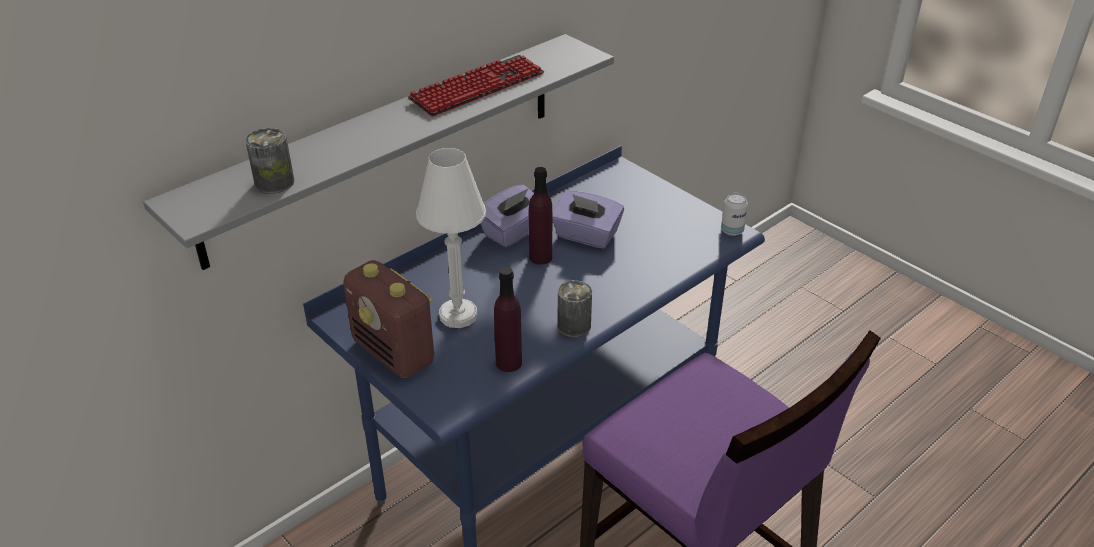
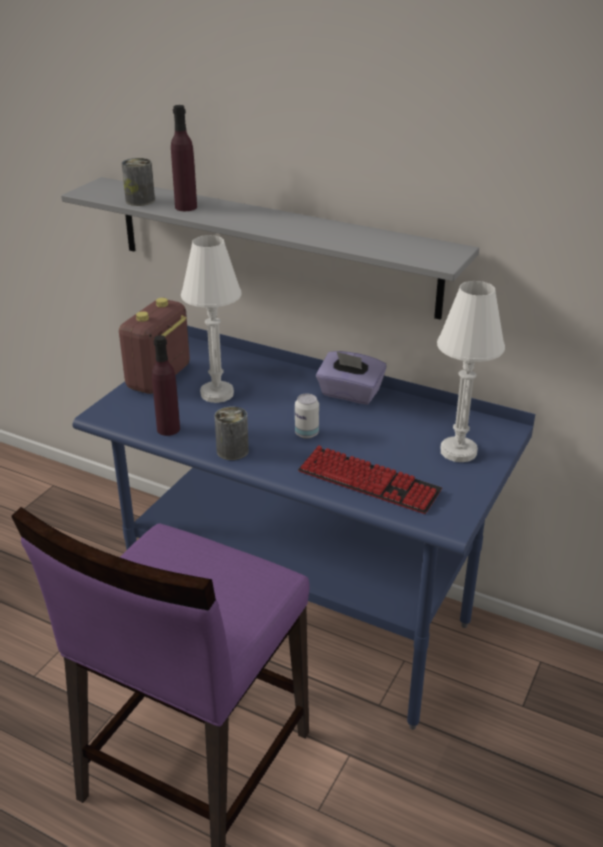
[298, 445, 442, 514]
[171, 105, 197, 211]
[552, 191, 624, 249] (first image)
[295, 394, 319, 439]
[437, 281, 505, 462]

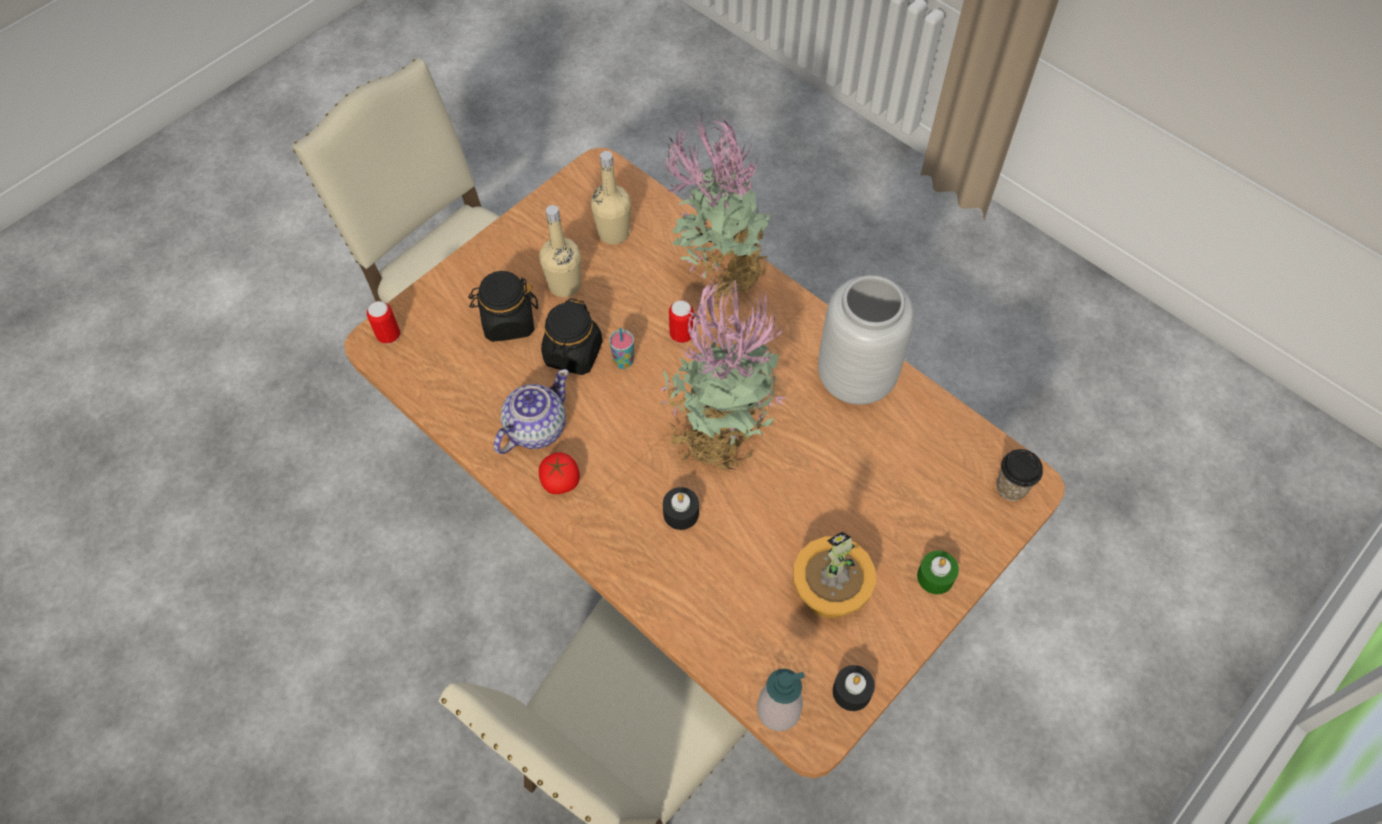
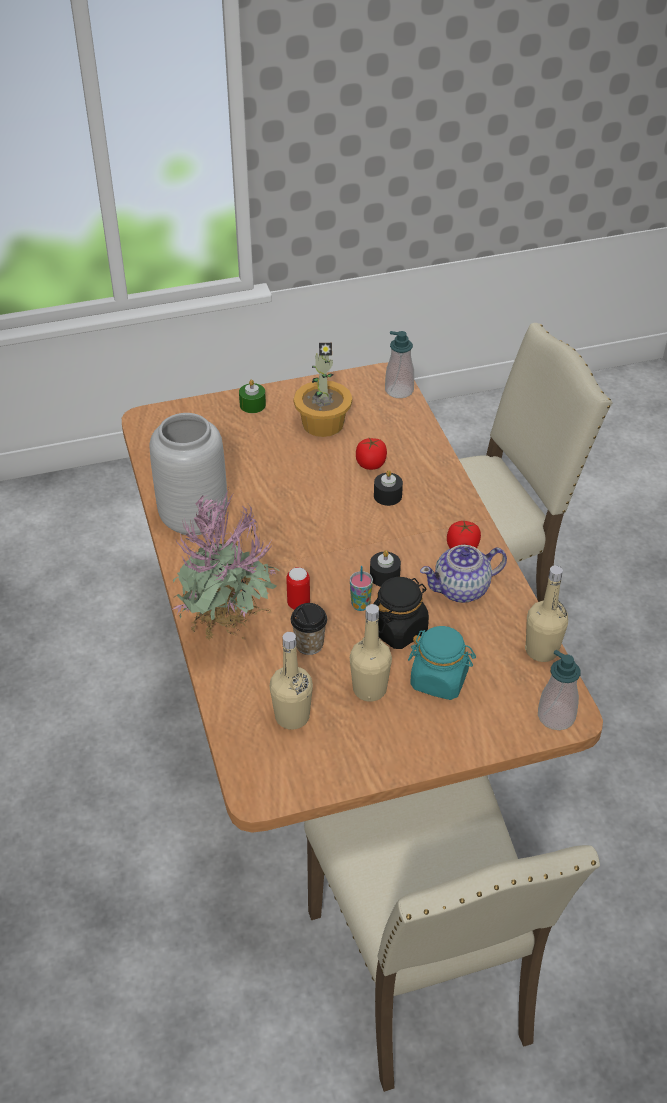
[538, 650, 580, 730]
[408, 626, 476, 700]
[660, 276, 787, 472] (first image)
[370, 550, 401, 587]
[291, 603, 327, 655]
[356, 438, 387, 470]
[525, 565, 568, 662]

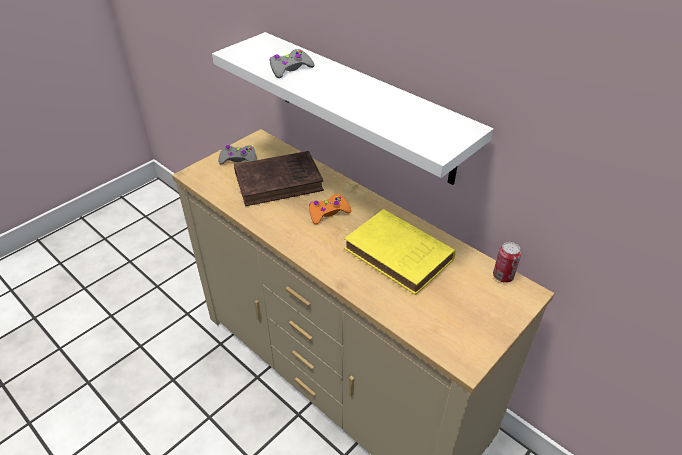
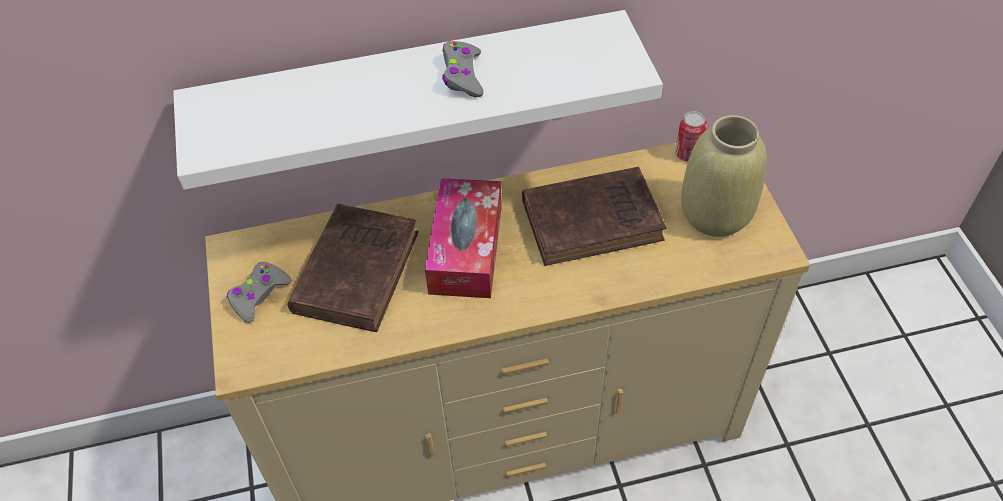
[442, 41, 484, 97]
[425, 178, 502, 298]
[522, 167, 666, 266]
[681, 115, 767, 237]

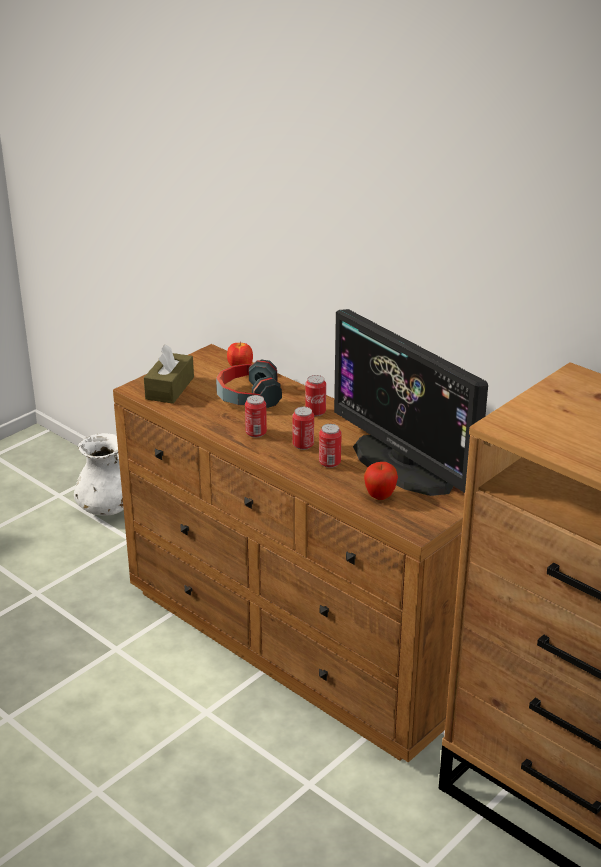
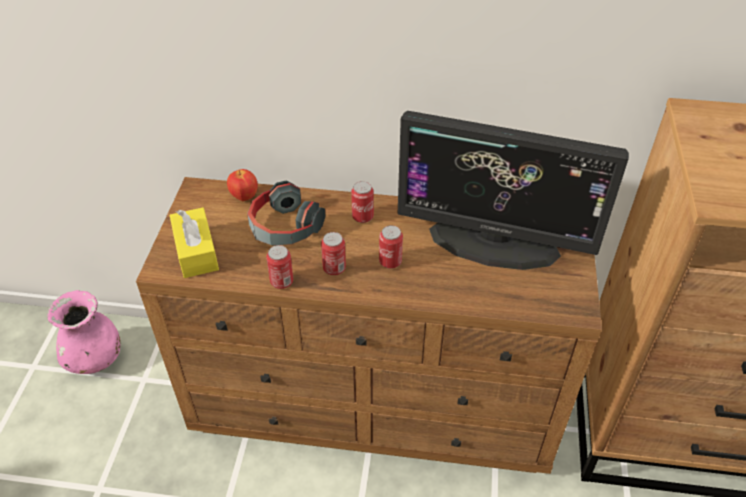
[47, 290, 121, 374]
[170, 207, 219, 278]
[266, 245, 293, 289]
[364, 462, 398, 500] (first image)

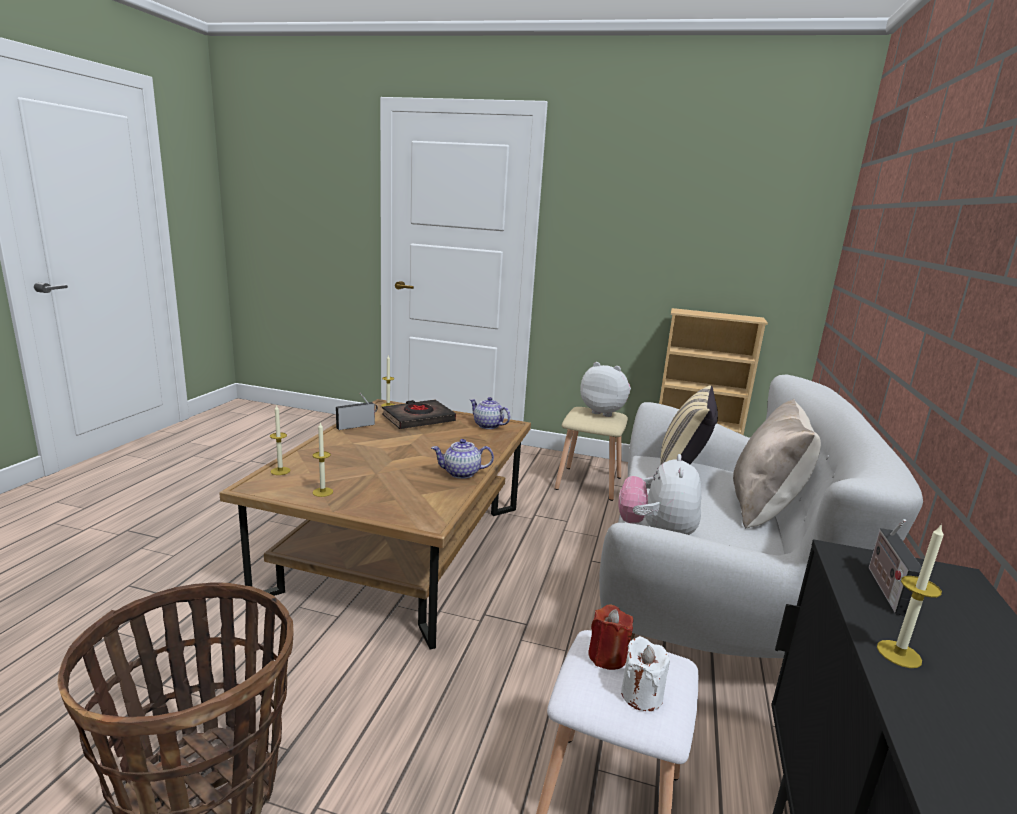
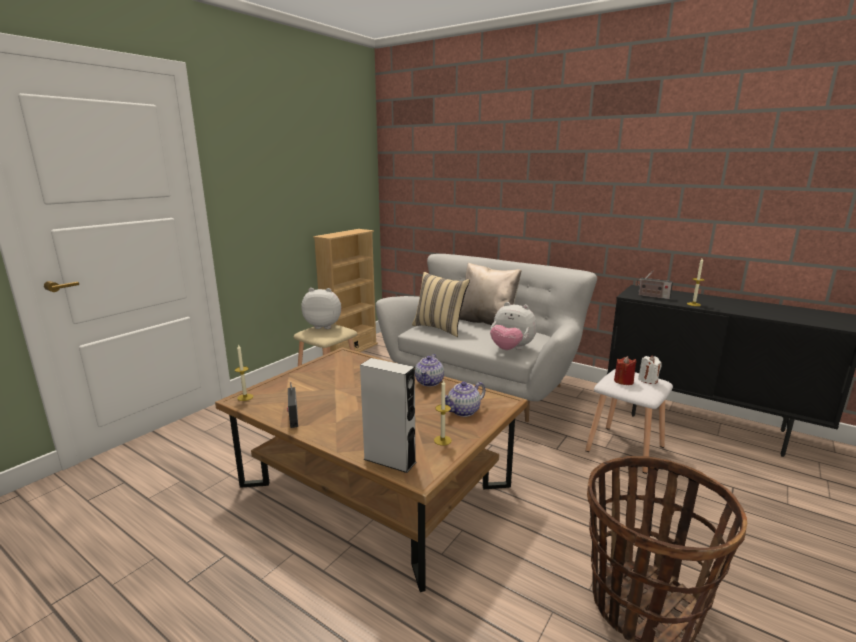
[360, 358, 416, 473]
[382, 399, 456, 429] (first image)
[445, 382, 485, 417]
[301, 288, 341, 329]

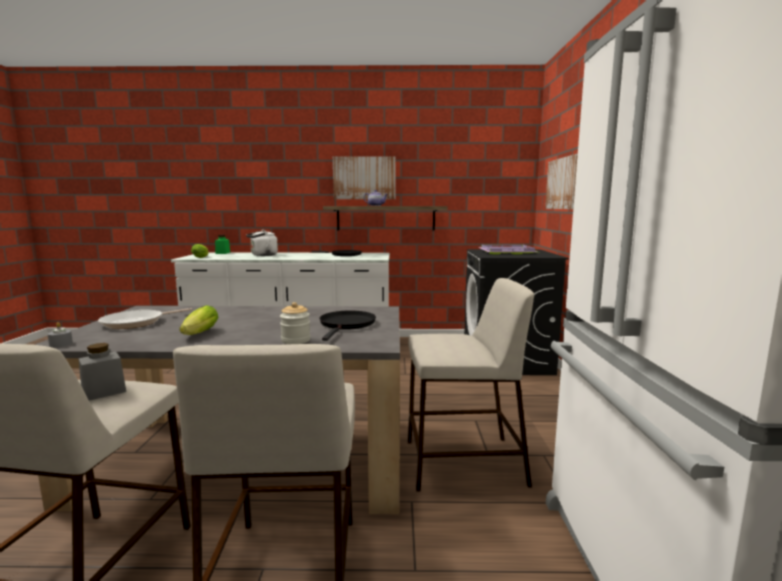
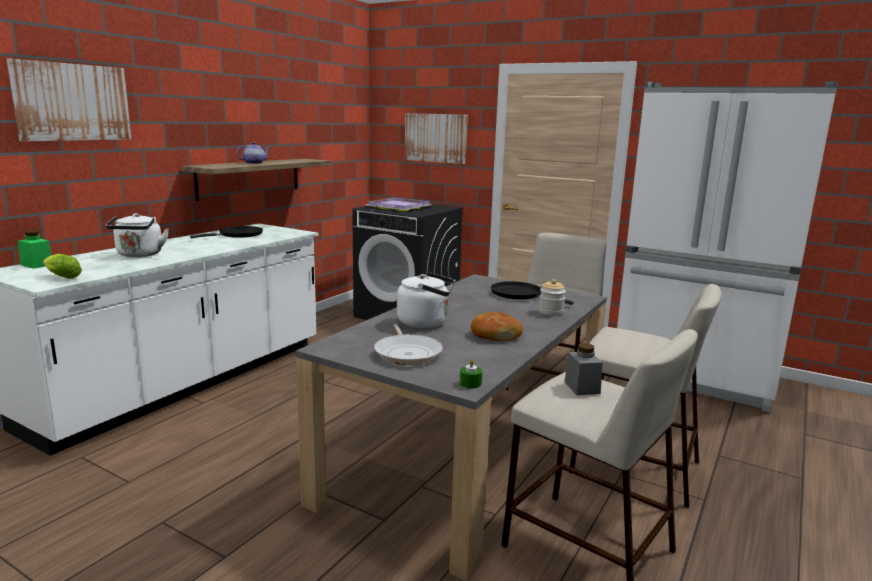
[460, 359, 482, 389]
[471, 312, 523, 341]
[7, 58, 131, 141]
[397, 272, 455, 328]

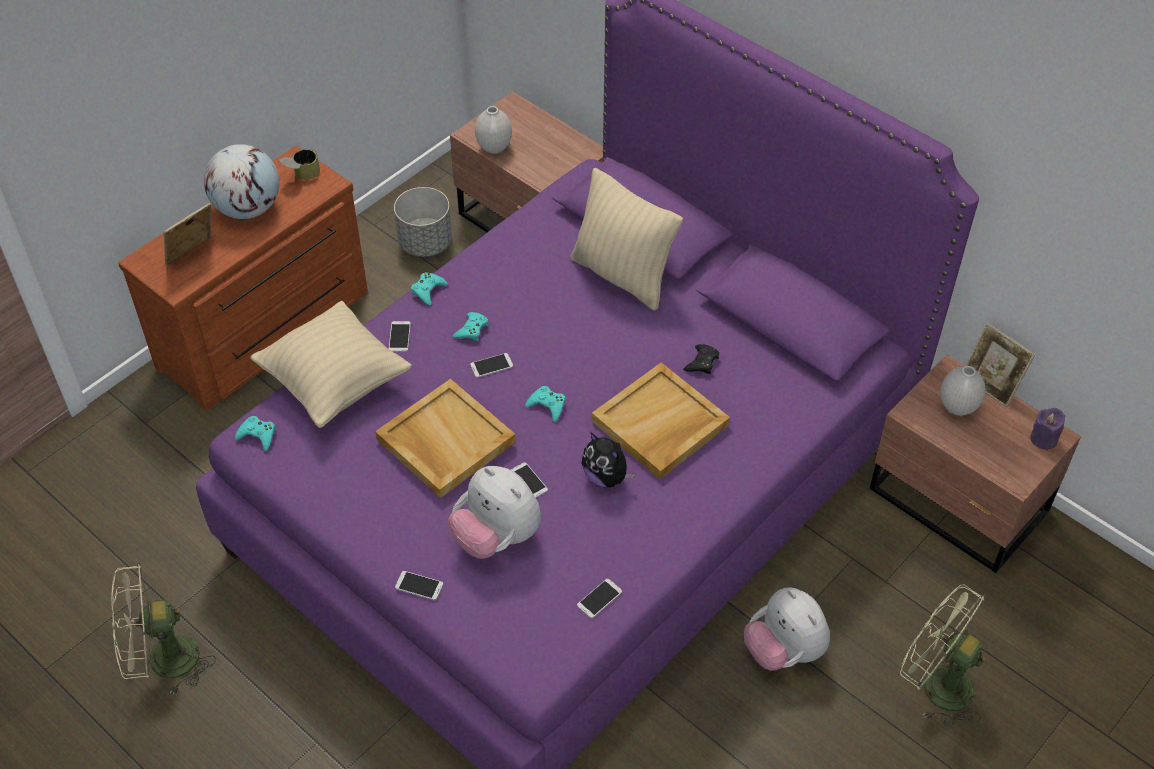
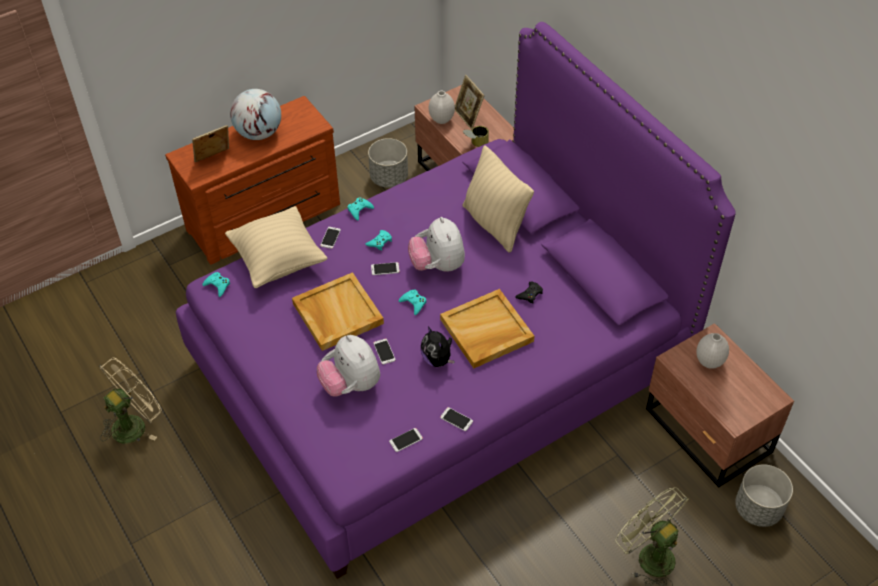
[99, 358, 161, 444]
[463, 126, 489, 147]
[440, 407, 473, 431]
[408, 217, 465, 272]
[455, 75, 485, 130]
[1030, 408, 1065, 450] (first image)
[735, 465, 793, 527]

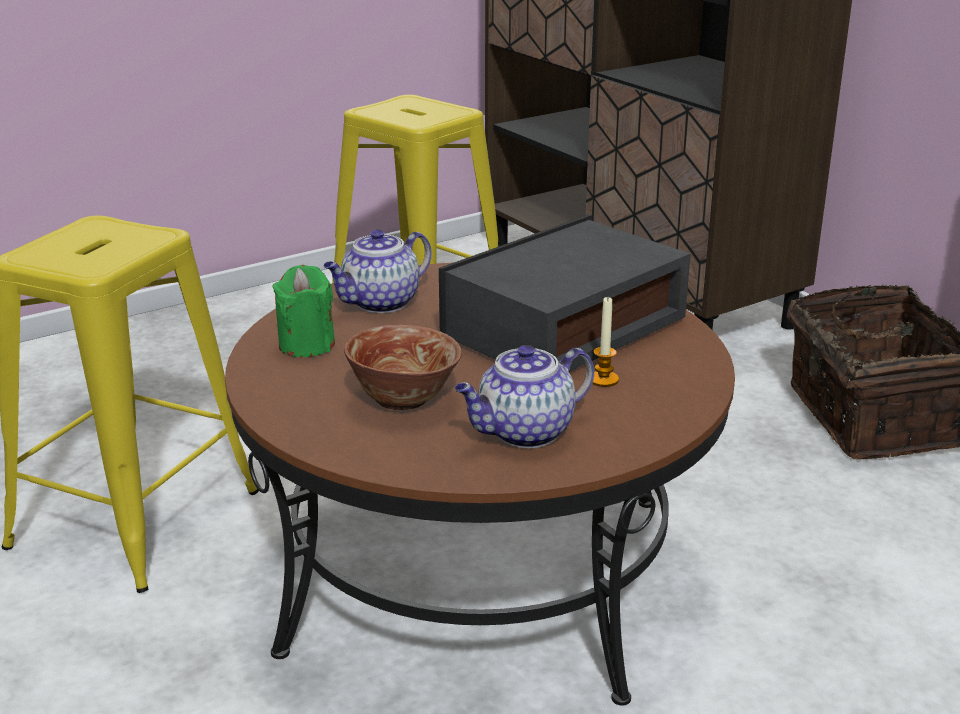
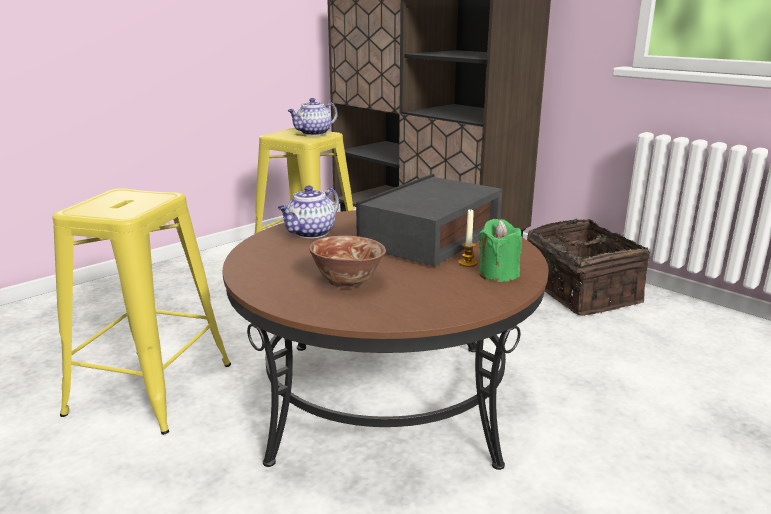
[479, 219, 522, 282]
[288, 98, 338, 135]

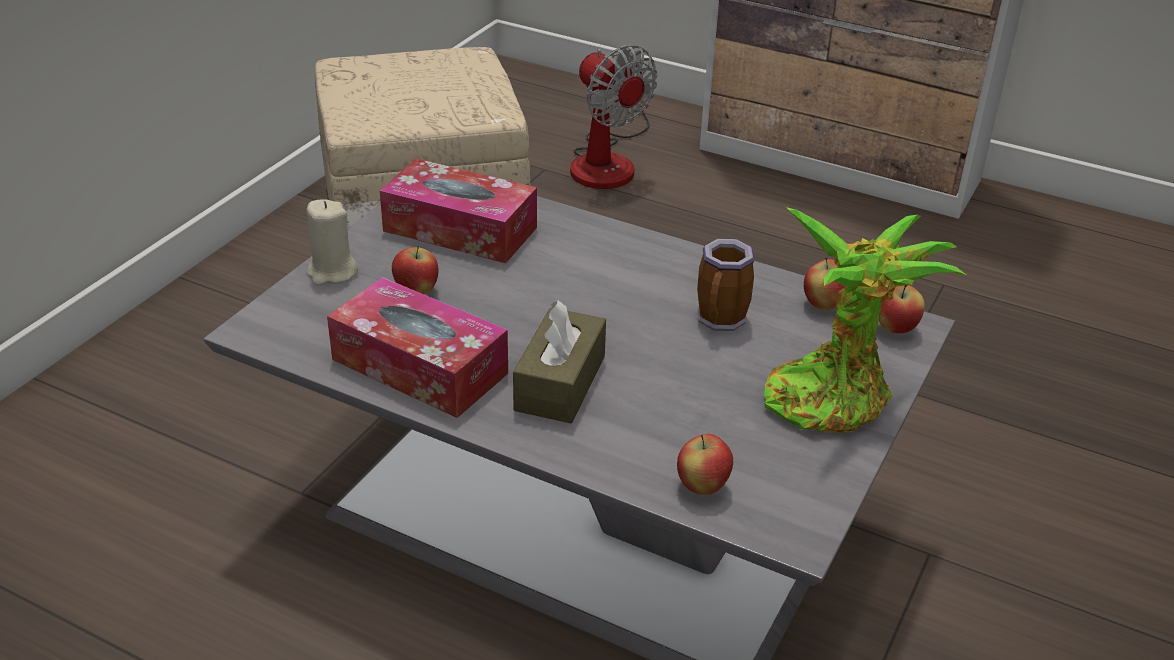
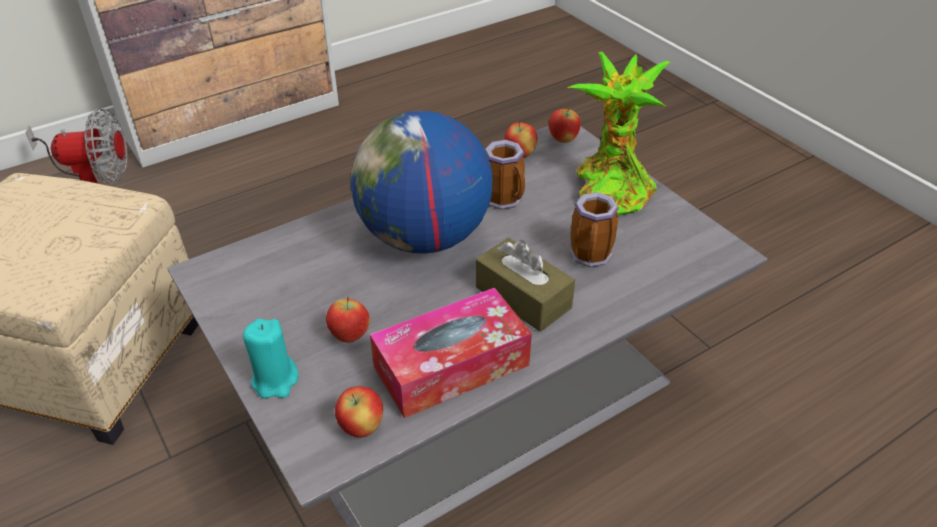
[243, 319, 298, 398]
[380, 158, 537, 263] (first image)
[335, 386, 383, 438]
[350, 111, 492, 254]
[570, 192, 619, 267]

